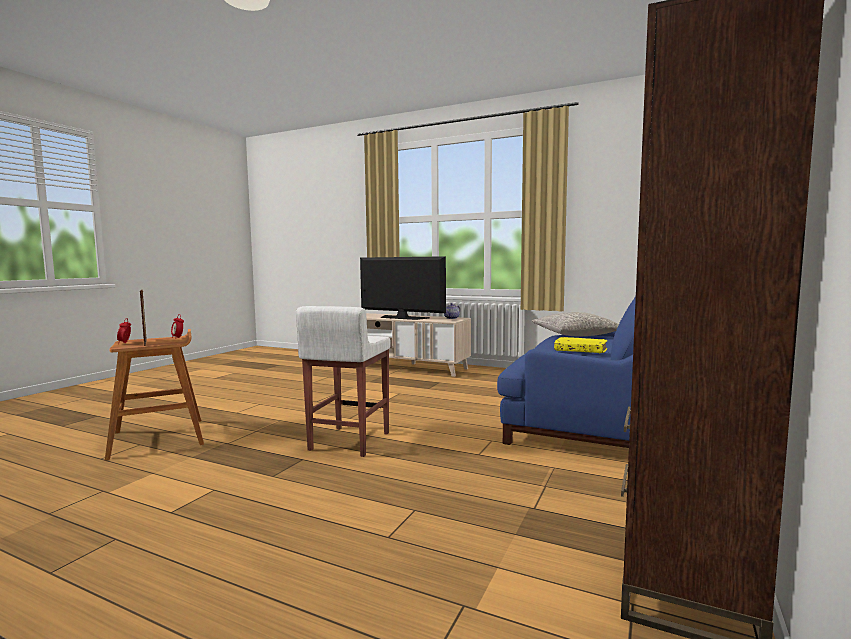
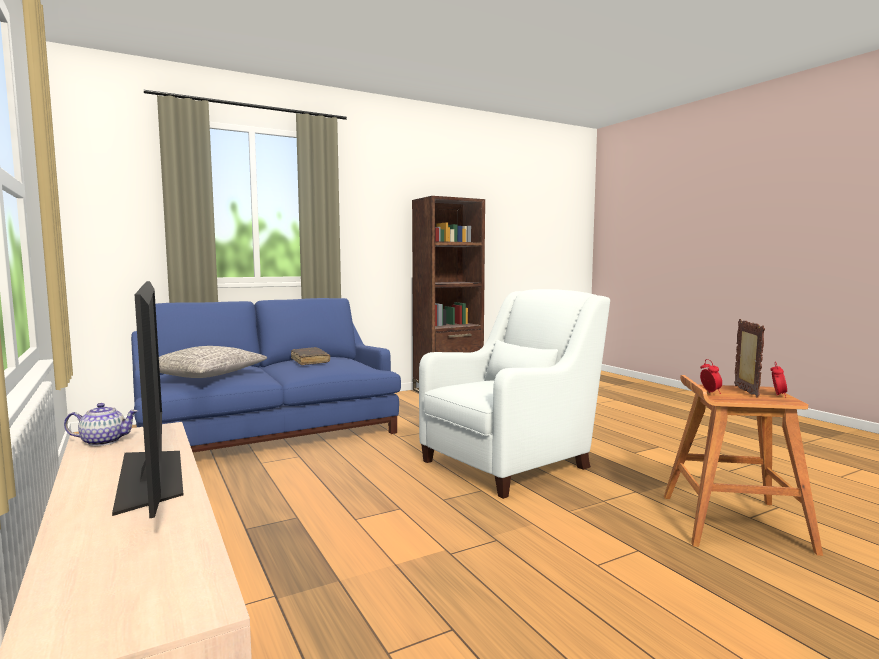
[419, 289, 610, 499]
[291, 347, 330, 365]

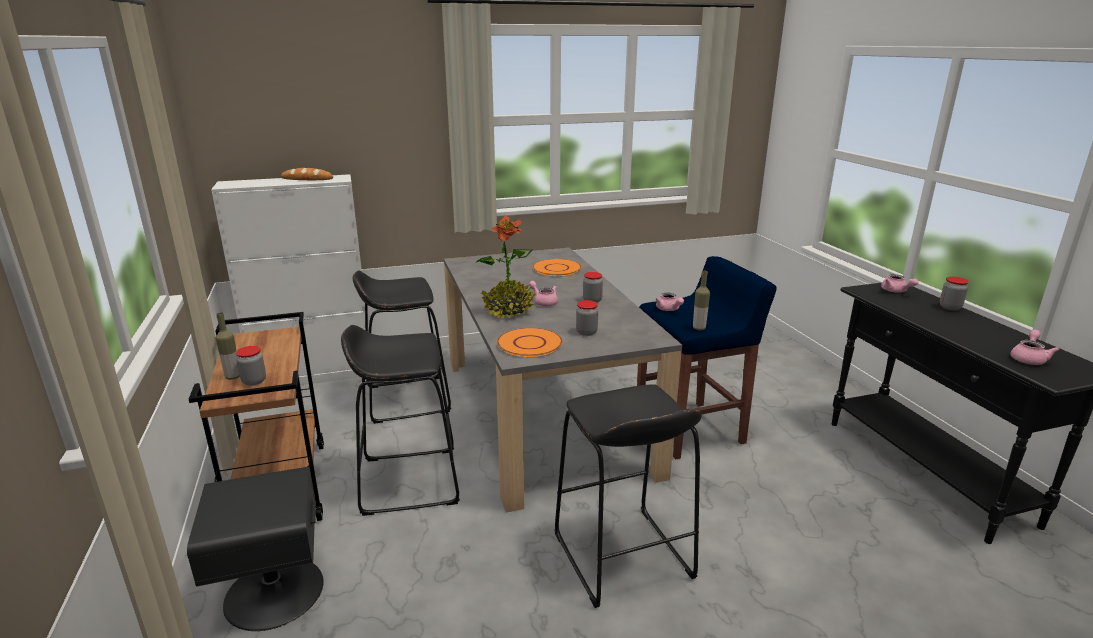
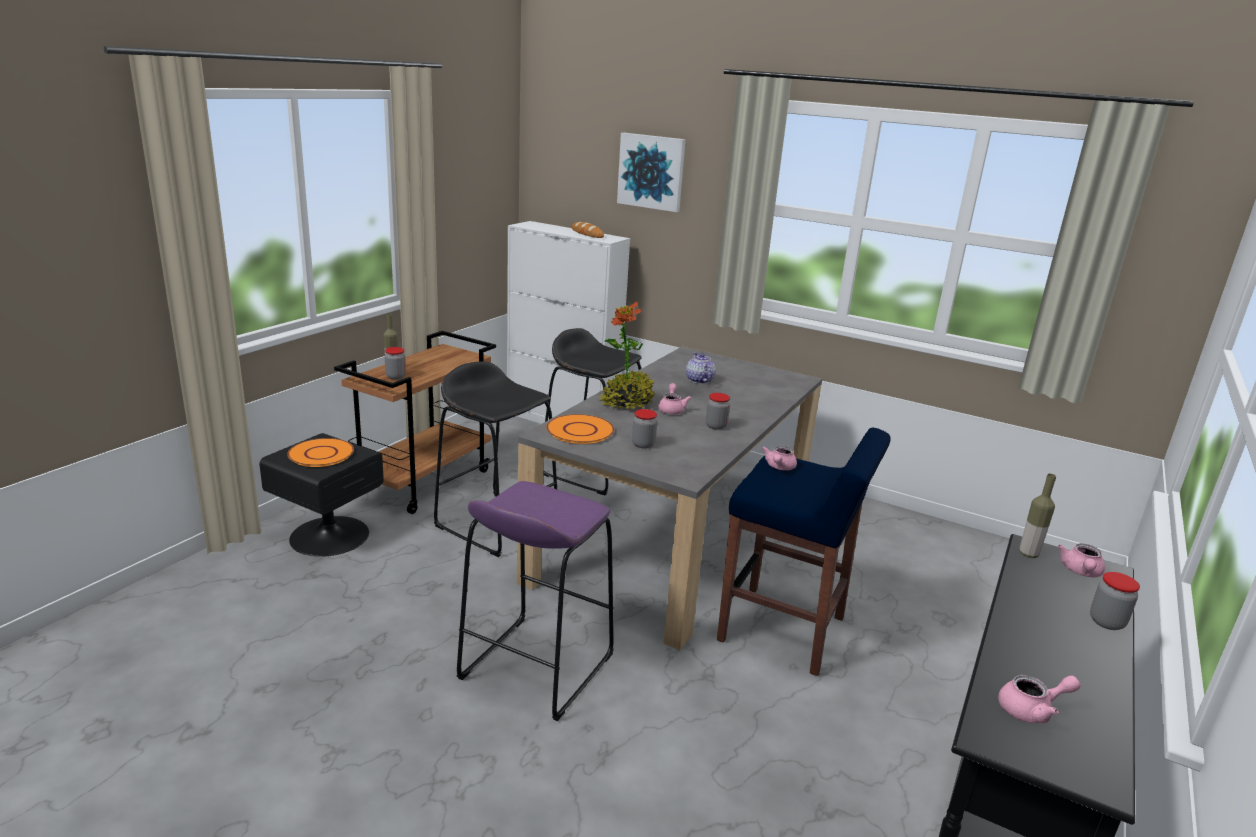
[287, 438, 354, 467]
[457, 481, 614, 721]
[1019, 473, 1056, 558]
[617, 133, 686, 212]
[686, 352, 716, 384]

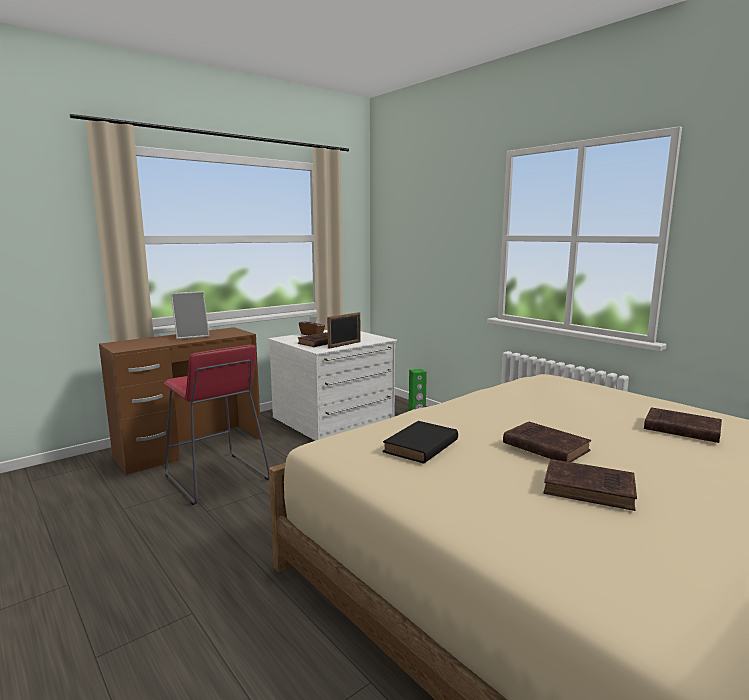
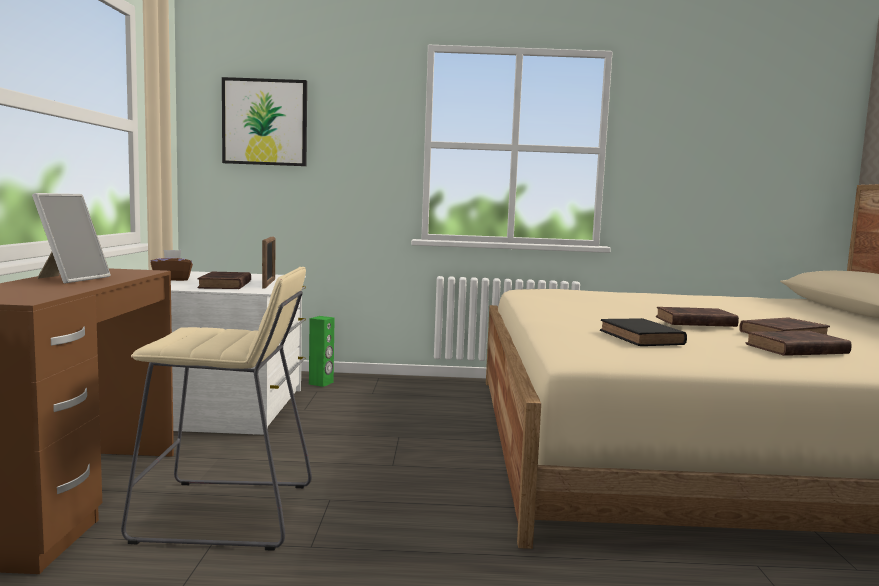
[121, 267, 312, 551]
[746, 331, 852, 356]
[222, 77, 307, 166]

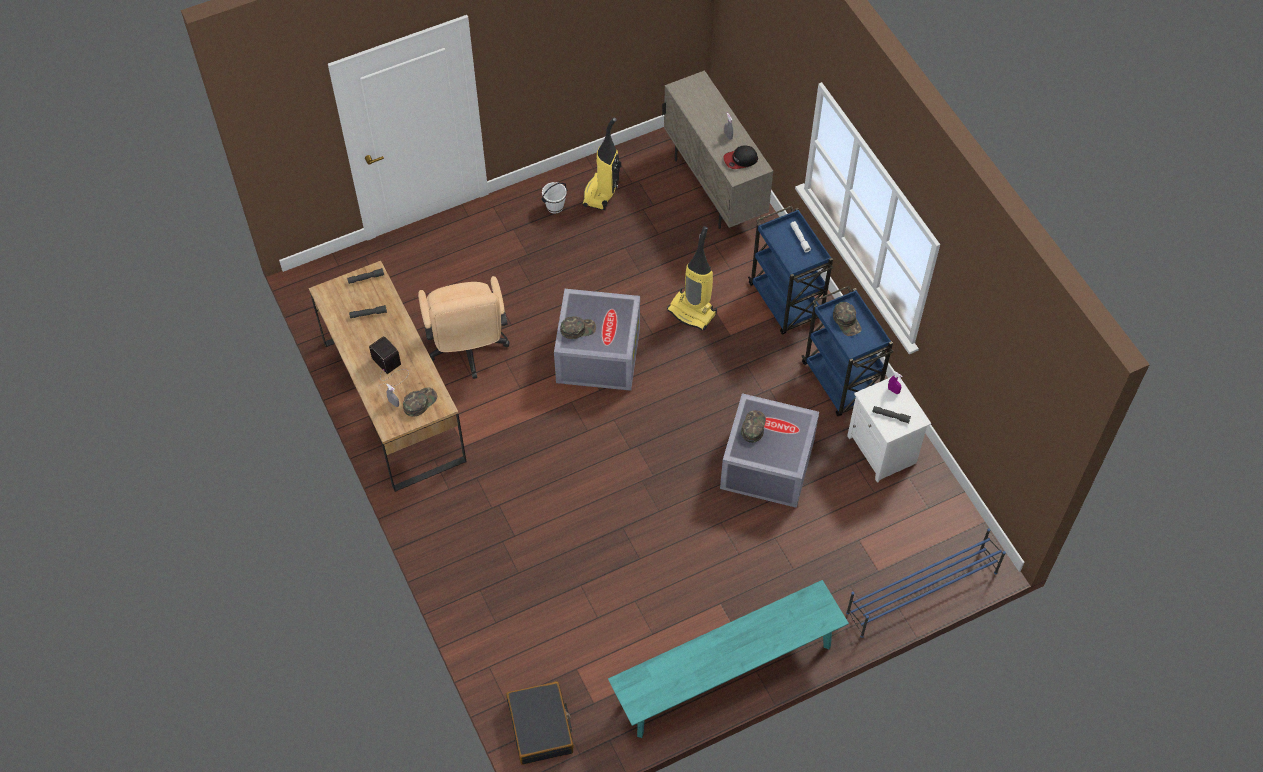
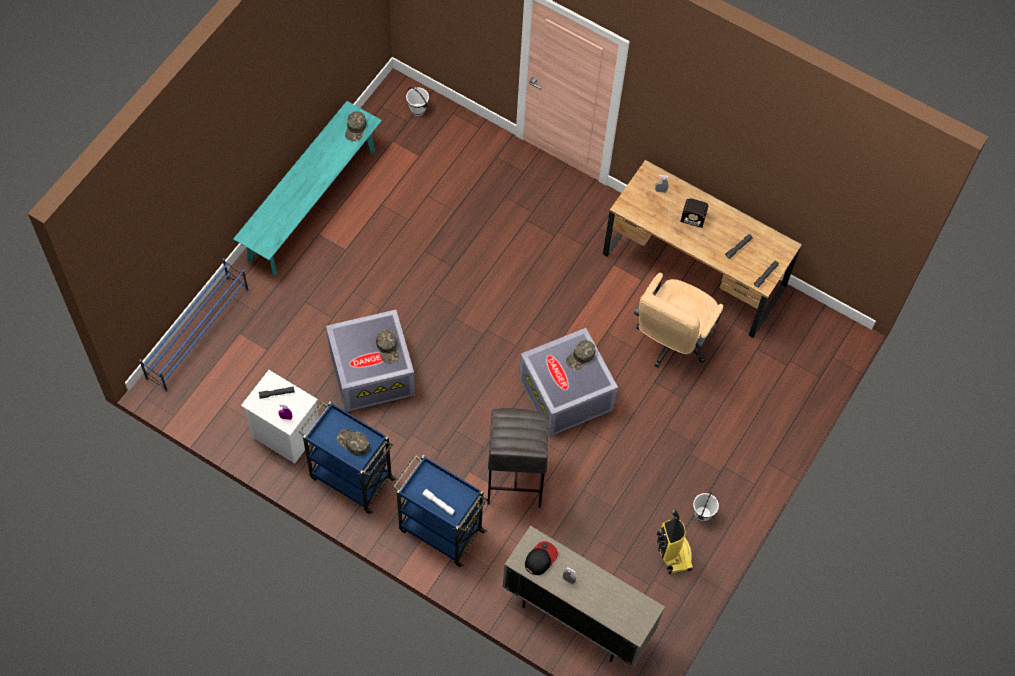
[345, 111, 366, 141]
[634, 273, 723, 368]
[406, 87, 429, 116]
[487, 408, 549, 508]

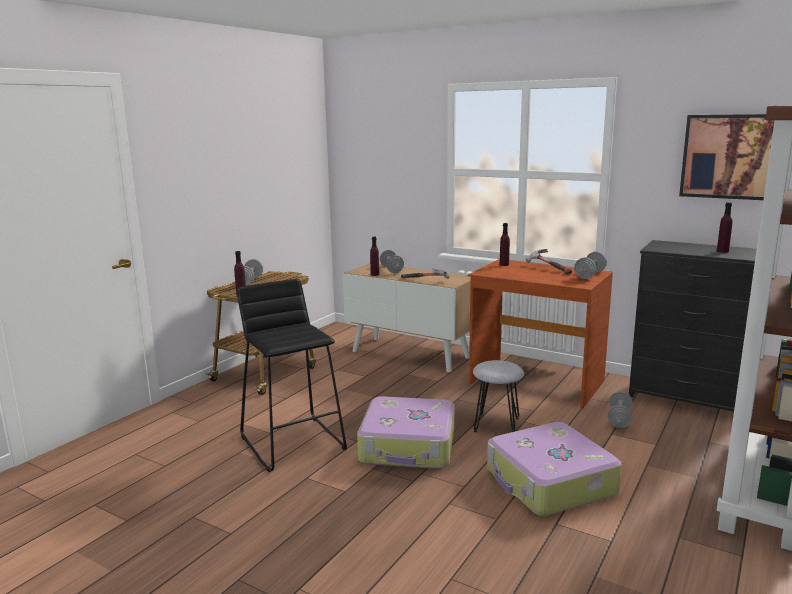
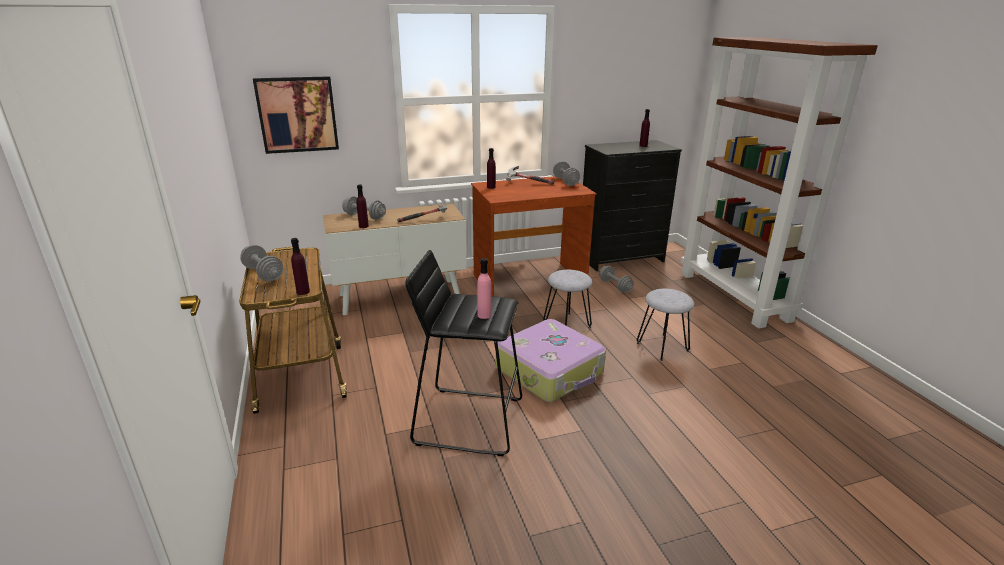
[637, 289, 694, 361]
[253, 76, 339, 154]
[477, 258, 491, 319]

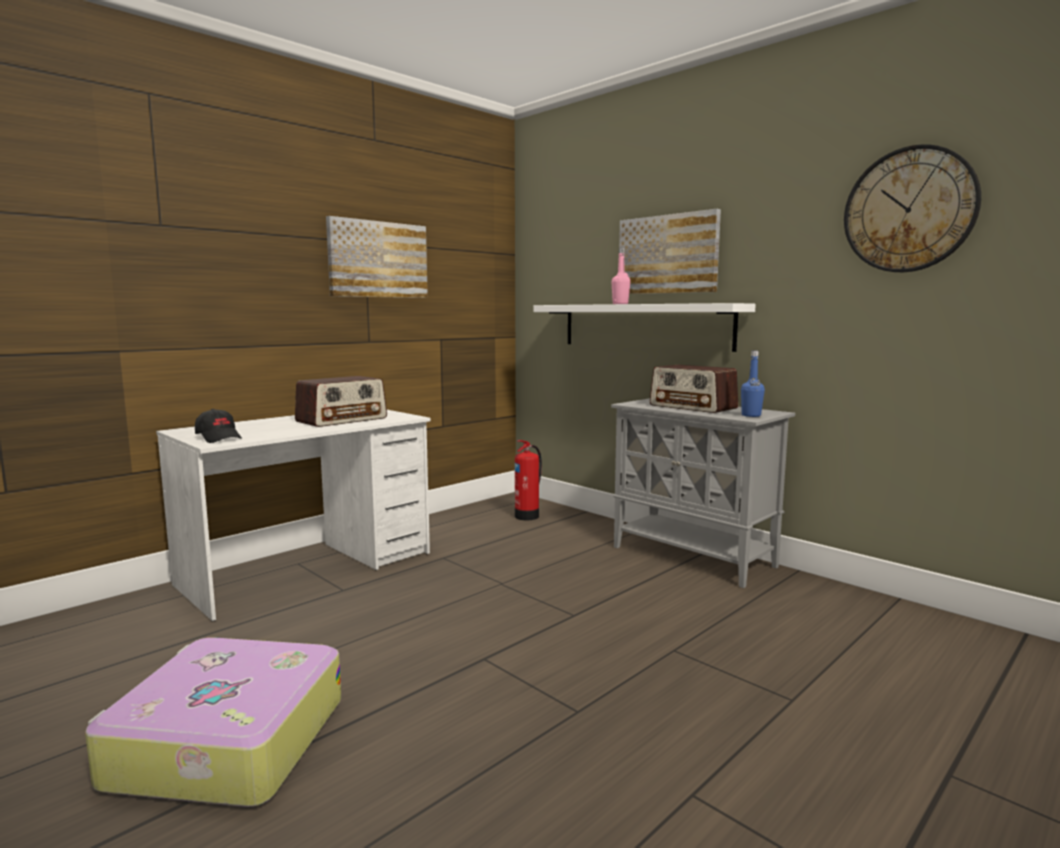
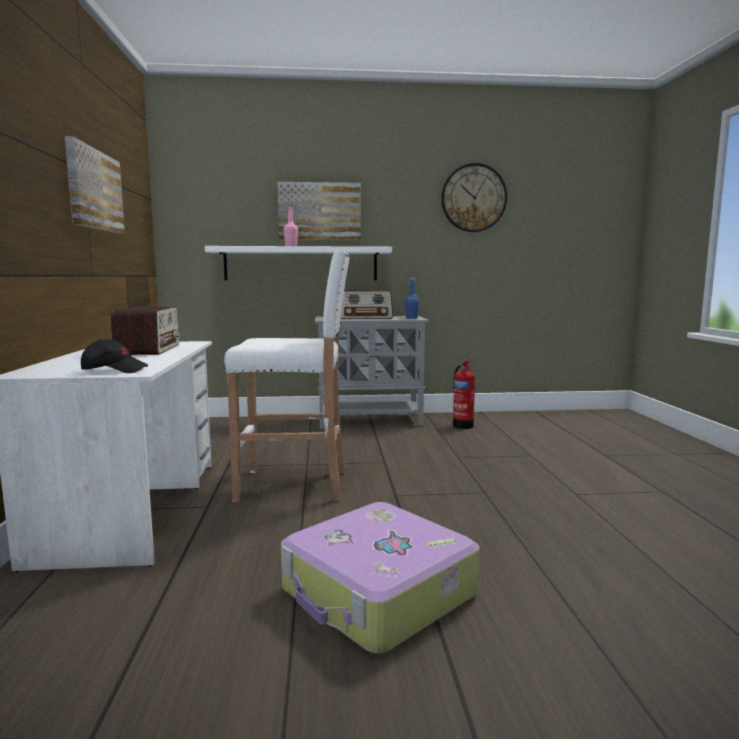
[453, 360, 475, 429]
[224, 250, 350, 502]

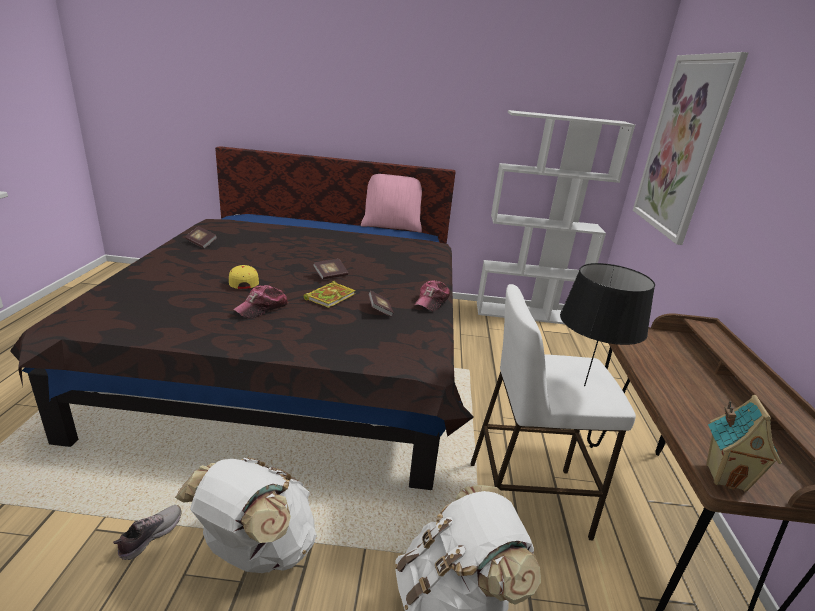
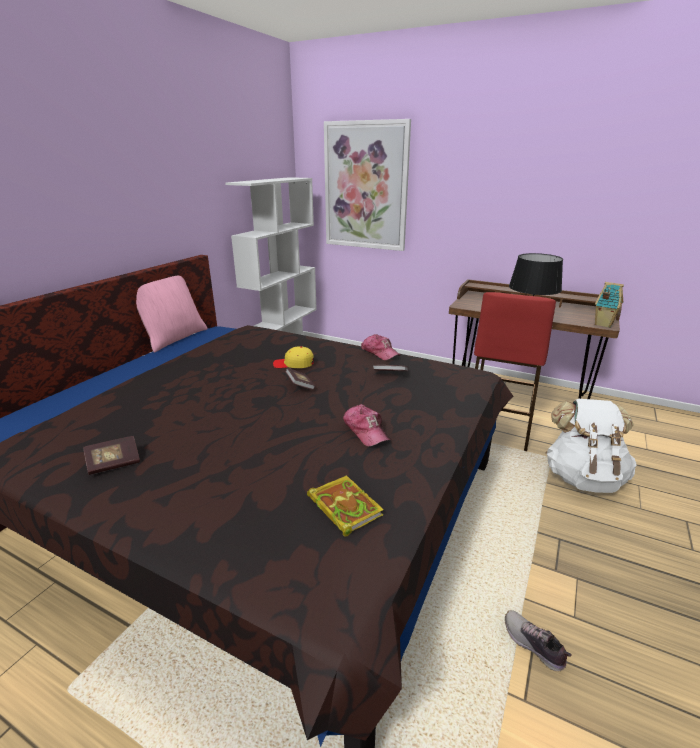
[175, 458, 317, 573] (first image)
[273, 346, 314, 368]
[307, 476, 384, 537]
[474, 292, 556, 451]

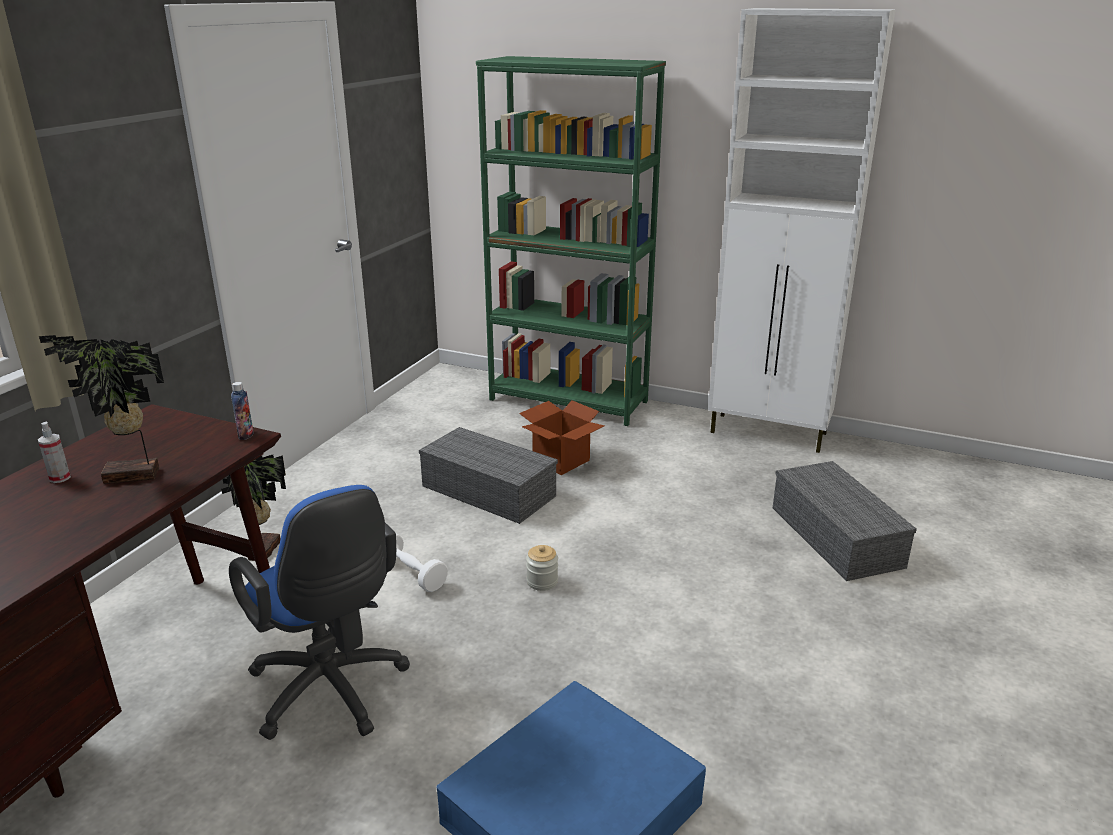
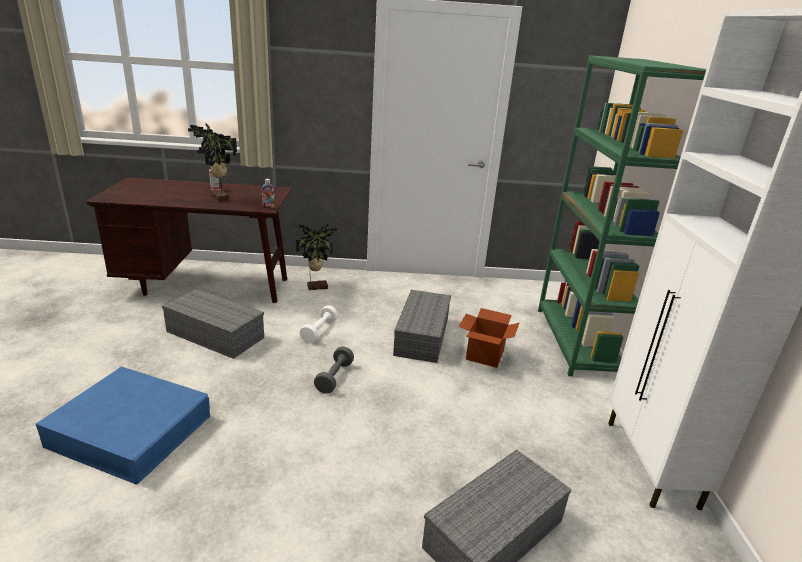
[162, 289, 264, 359]
[314, 346, 354, 394]

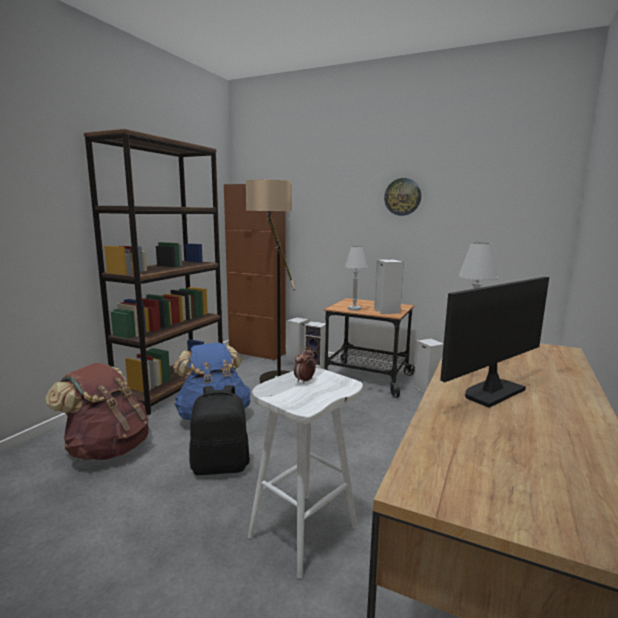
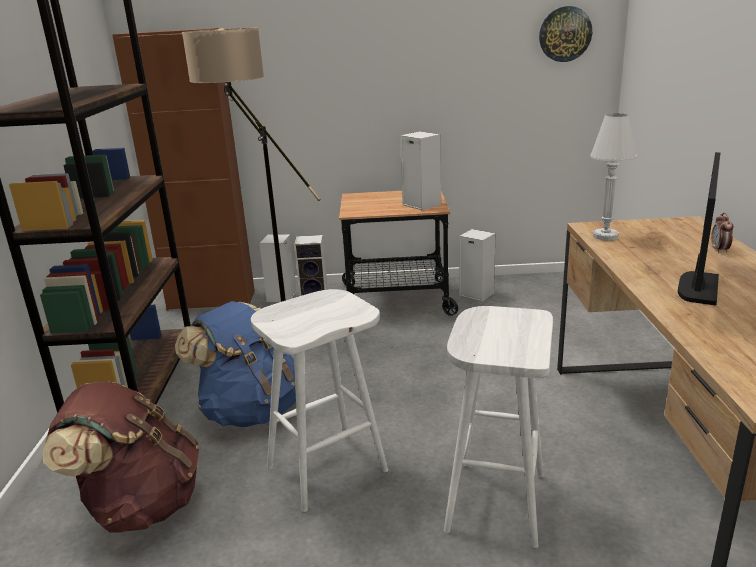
[251, 289, 388, 512]
[711, 213, 733, 253]
[345, 246, 367, 311] (first image)
[539, 6, 592, 62]

